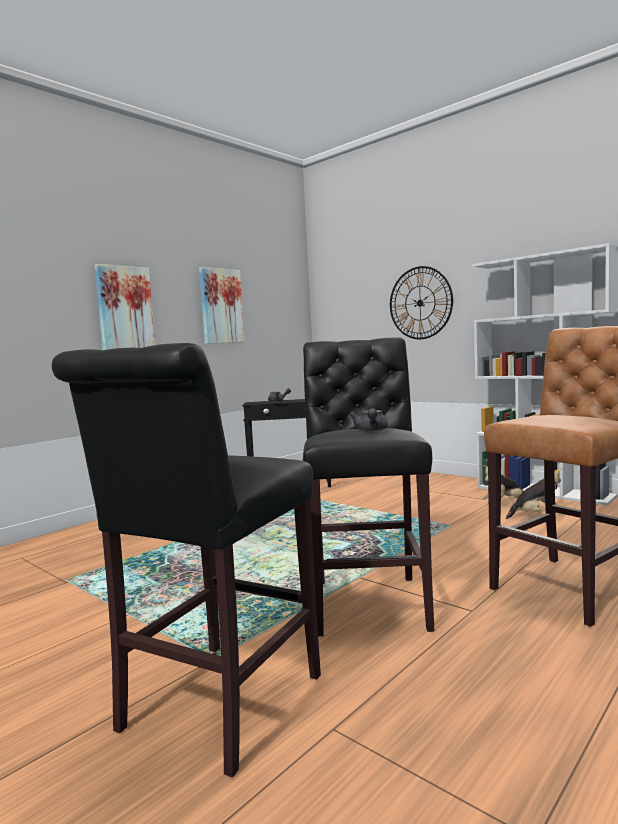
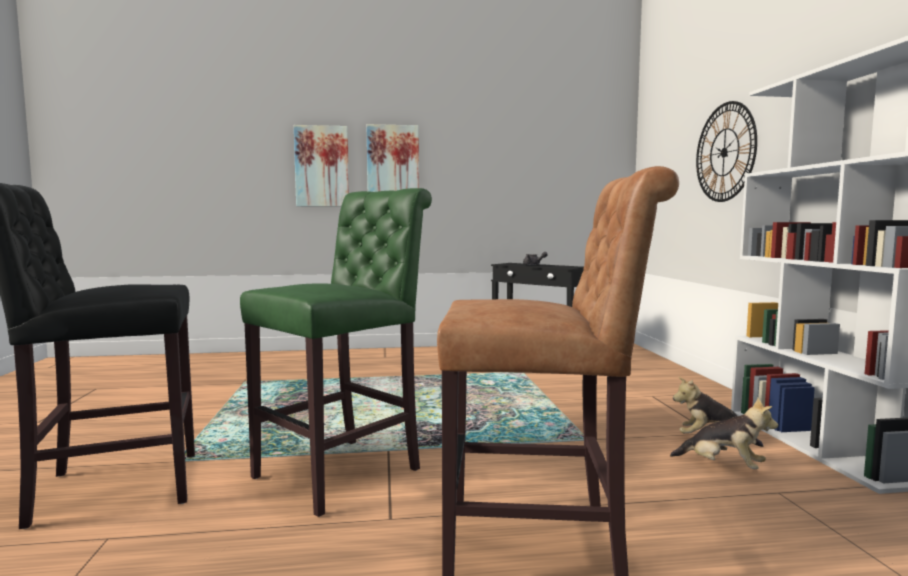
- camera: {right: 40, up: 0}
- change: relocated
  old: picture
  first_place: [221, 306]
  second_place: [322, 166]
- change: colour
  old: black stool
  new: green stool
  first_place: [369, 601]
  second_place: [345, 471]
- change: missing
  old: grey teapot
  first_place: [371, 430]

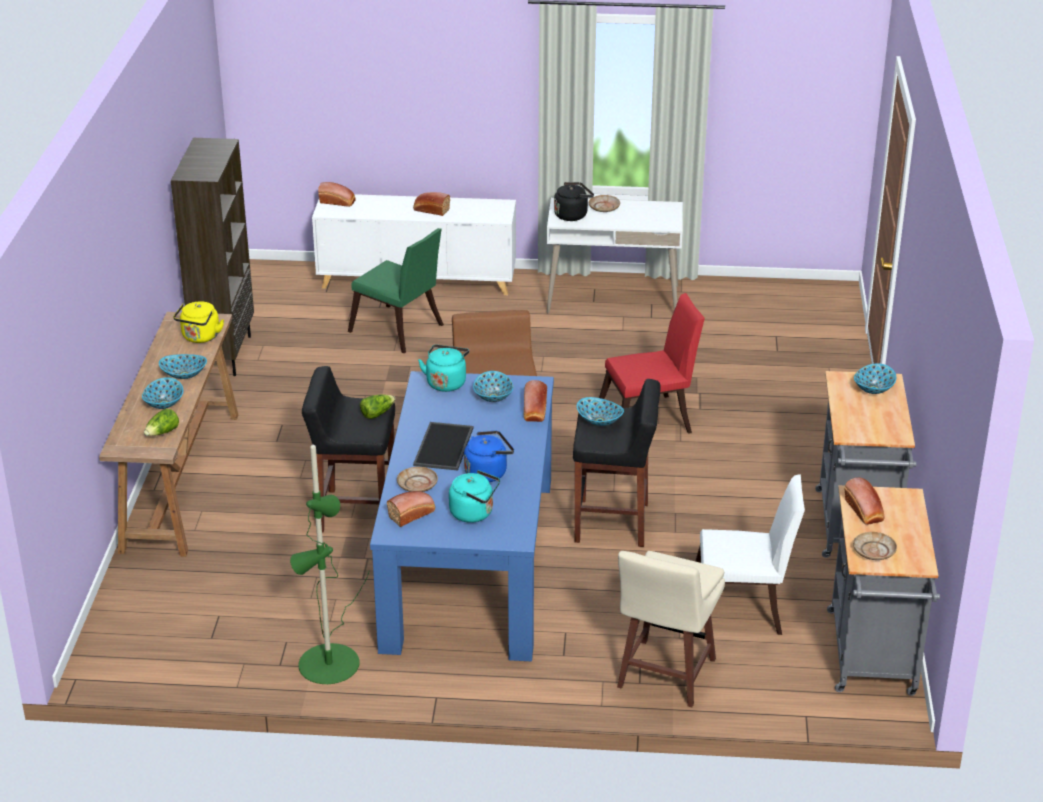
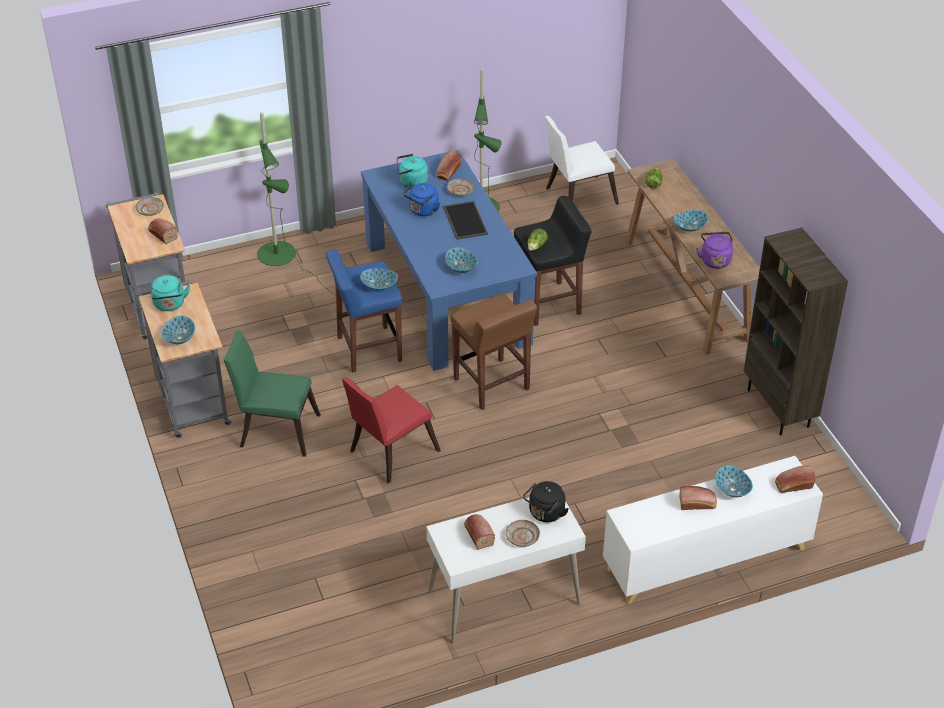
- camera: {right: 155, up: 10}
- change: relocated
  old: green chair
  first_place: [400, 331]
  second_place: [275, 429]
- change: colour
  old: yellow kettle
  new: purple kettle
  first_place: [200, 338]
  second_place: [714, 260]
- change: relocated
  old: turquoise kettle
  first_place: [446, 382]
  second_place: [170, 305]
- change: relocated
  old: bowl
  first_place: [163, 403]
  second_place: [732, 489]
- change: colour
  old: black stool
  new: blue stool
  first_place: [613, 523]
  second_place: [368, 349]
- change: relocated
  old: bread
  first_place: [535, 411]
  second_place: [478, 534]
- change: relocated
  old: white chair
  first_place: [742, 609]
  second_place: [577, 196]
- change: exchanged
  old: beige stool
  new: green floor lamp
  first_place: [664, 675]
  second_place: [283, 258]

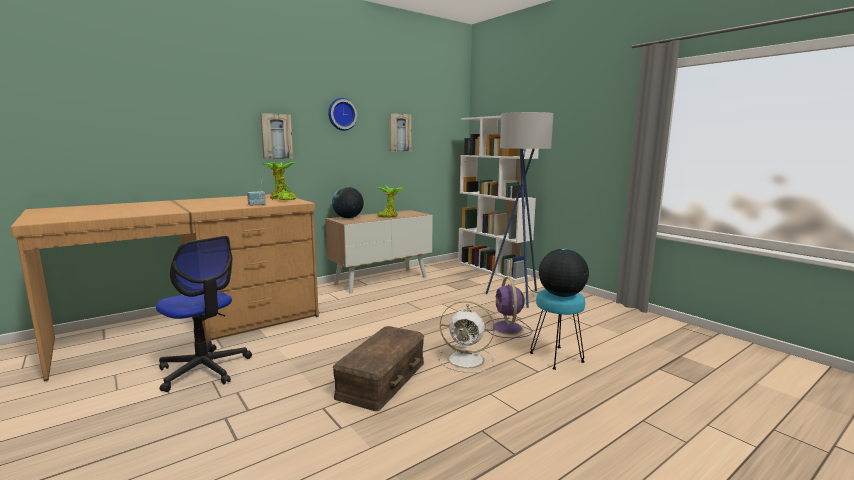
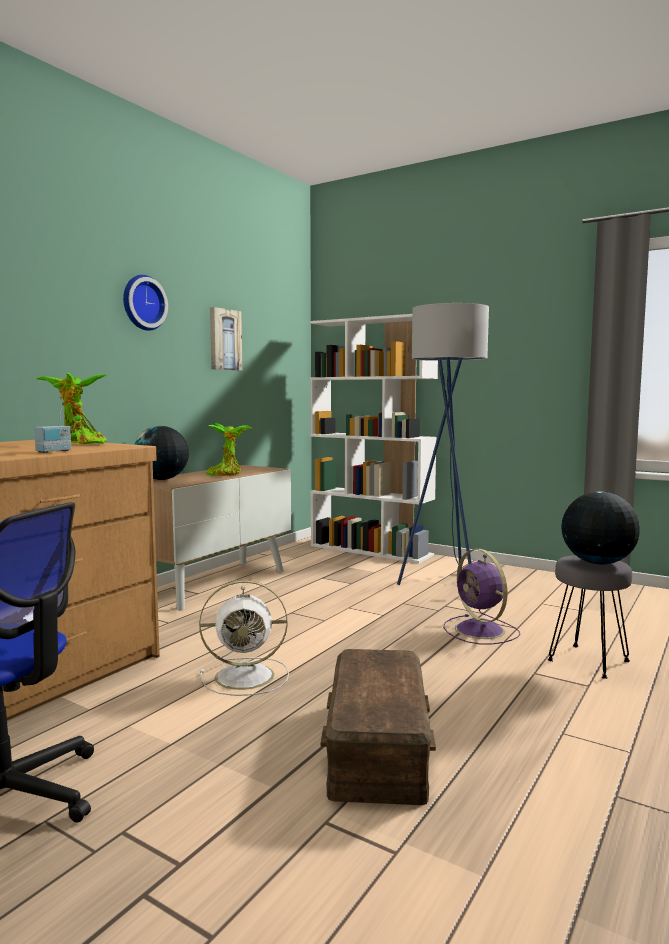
- camera: {right: -20, up: -5}
- change: missing
  old: picture
  first_place: [276, 136]
- change: colour
  old: turquoise stool
  new: grey stool
  first_place: [555, 357]
  second_place: [588, 661]
- change: relocated
  old: white fan
  first_place: [467, 360]
  second_place: [247, 676]

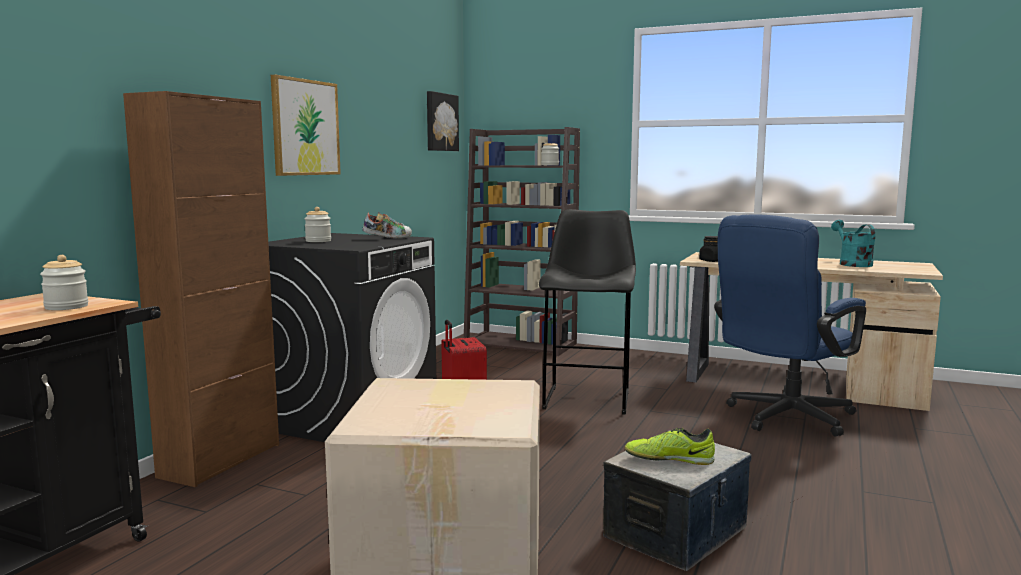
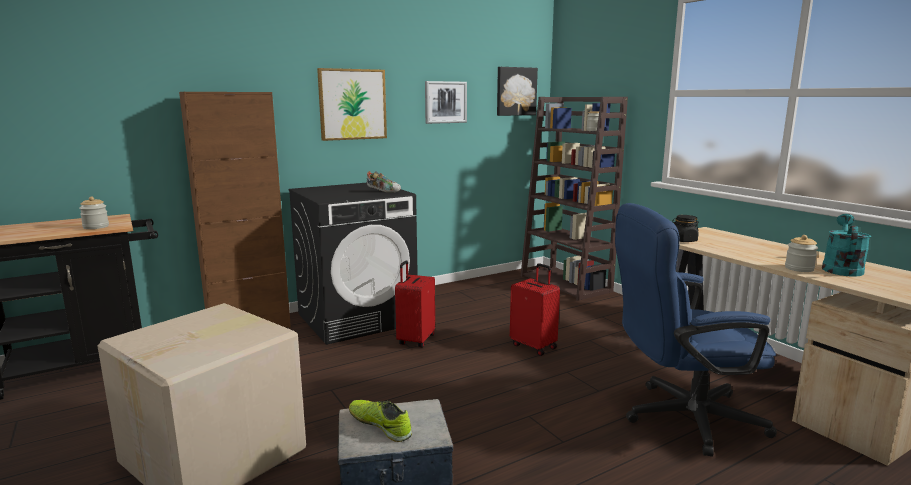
- camera: {right: 35, up: 5}
- change: relocated
  old: jar
  first_place: [318, 241]
  second_place: [799, 268]
- change: exchanged
  old: black stool
  new: red suitcase
  first_place: [587, 399]
  second_place: [534, 346]
- change: appeared
  new: picture
  second_place: [445, 102]

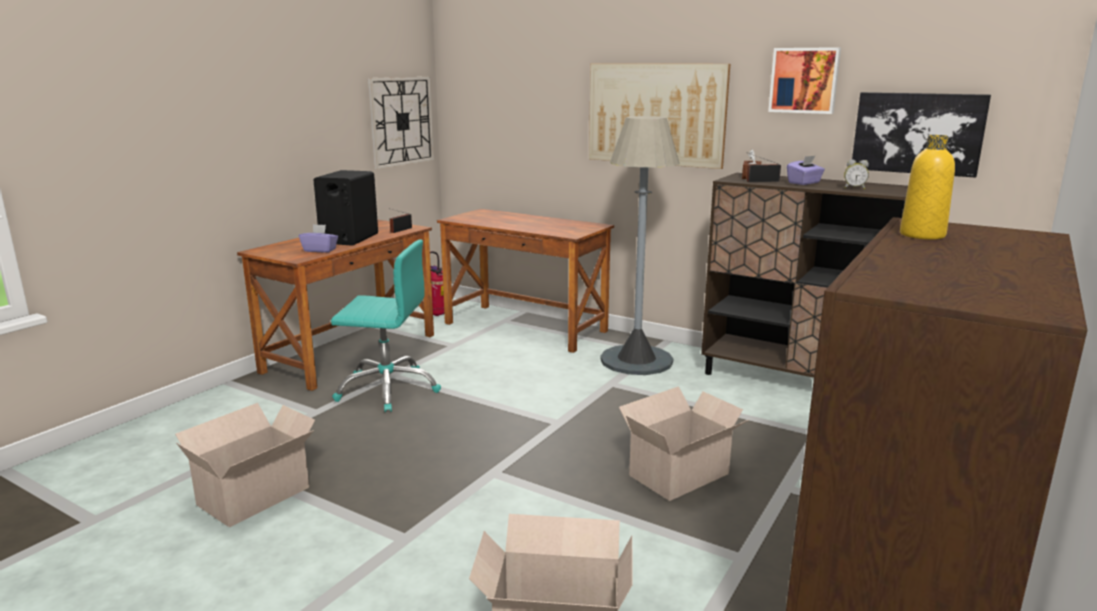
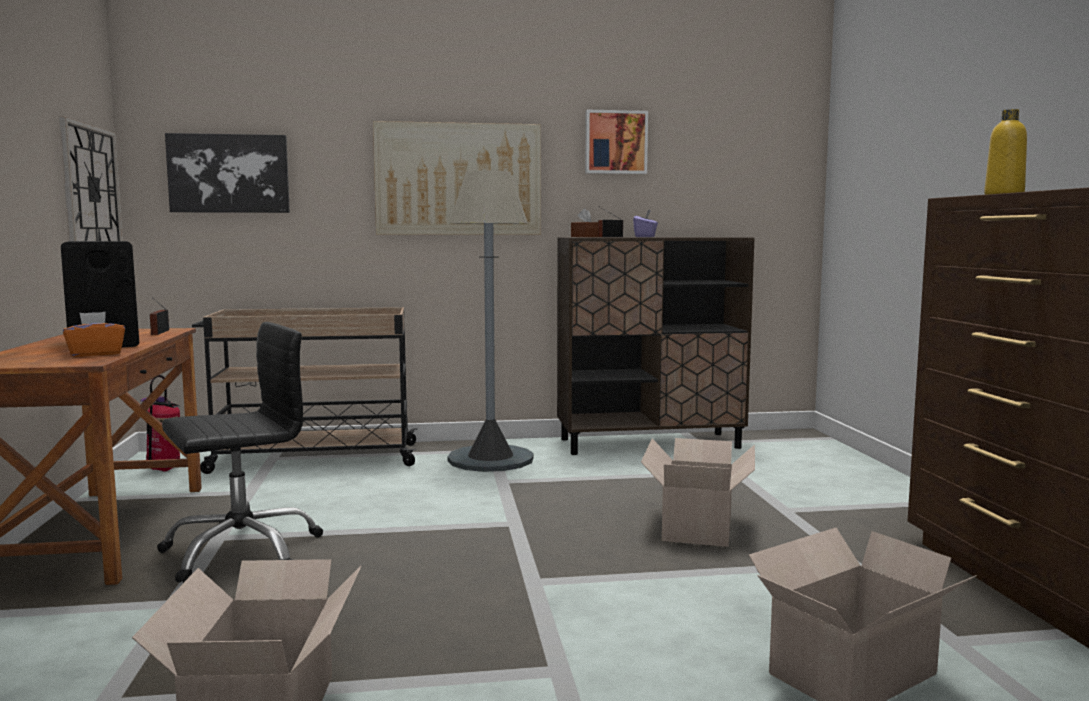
- camera: {right: -40, up: -10}
- change: relocated
  old: picture
  first_place: [917, 133]
  second_place: [229, 173]
- change: missing
  old: alarm clock
  first_place: [854, 188]
- change: exchanged
  old: brown desk
  new: beige cart
  first_place: [525, 327]
  second_place: [312, 458]
- change: colour
  old: purple tissue box
  new: orange tissue box
  first_place: [320, 250]
  second_place: [95, 354]
- change: colour
  old: turquoise office chair
  new: black office chair
  first_place: [388, 389]
  second_place: [241, 551]

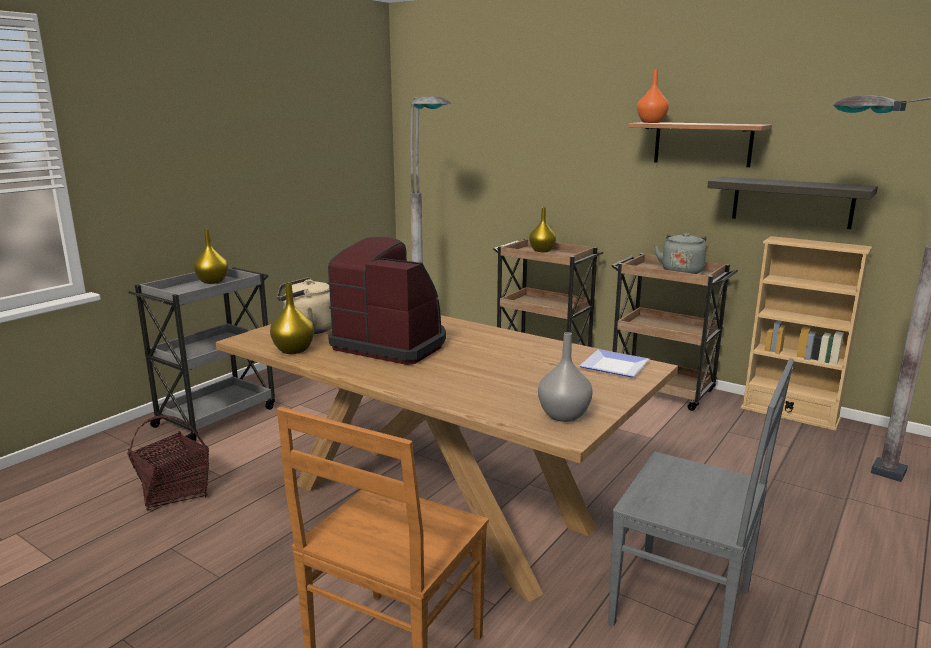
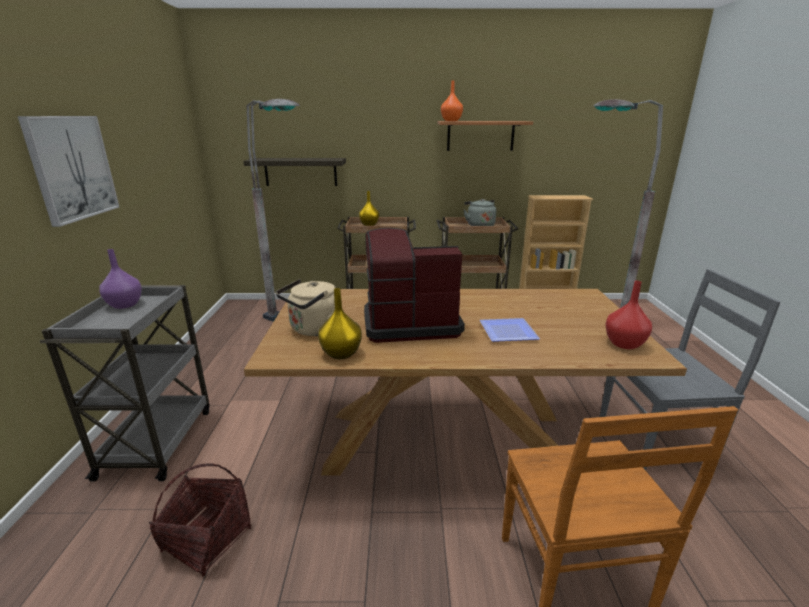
- camera: {right: -35, up: 5}
- change: relocated
  old: shelf
  first_place: [792, 202]
  second_place: [300, 172]
- change: colour
  old: yellow vase
  new: purple vase
  first_place: [212, 282]
  second_place: [124, 305]
- change: colour
  old: grey vase
  new: red vase
  first_place: [564, 415]
  second_place: [624, 343]
- change: relocated
  old: plate
  first_place: [615, 367]
  second_place: [510, 333]
- change: appeared
  new: picture
  second_place: [72, 168]

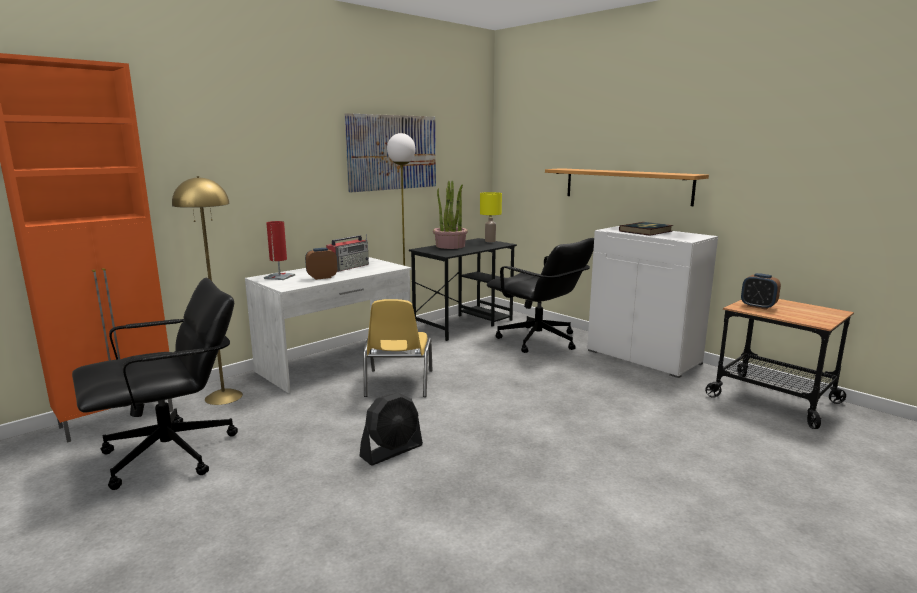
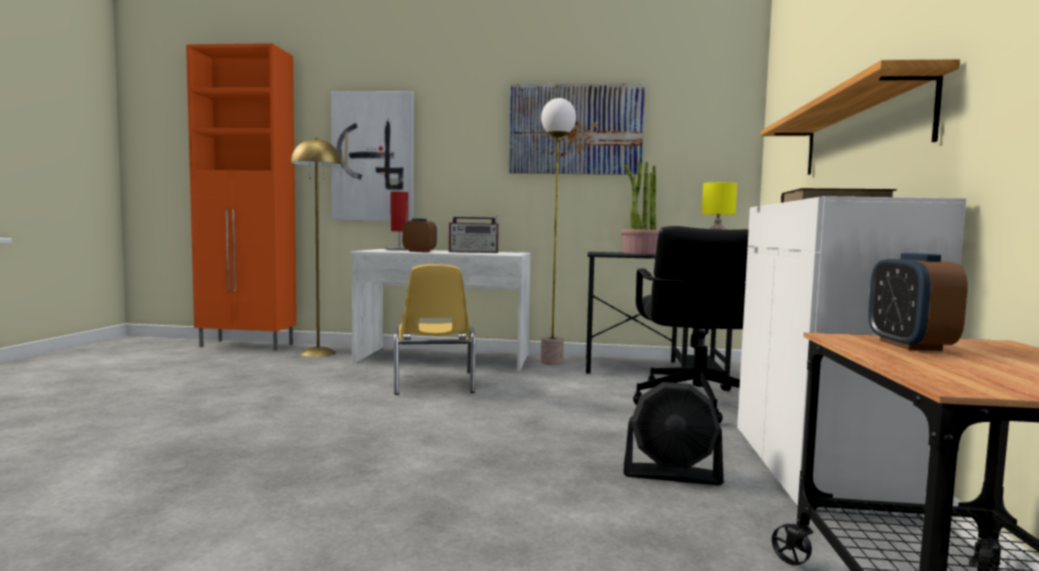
- camera: {right: 50, up: -10}
- change: missing
  old: black office chair
  first_place: [171, 454]
- change: spun
  old: yellow chair
  first_place: [398, 384]
  second_place: [433, 383]
  degrees: -60
- change: relocated
  old: black fan
  first_place: [392, 451]
  second_place: [672, 475]
- change: appeared
  new: picture
  second_place: [373, 157]

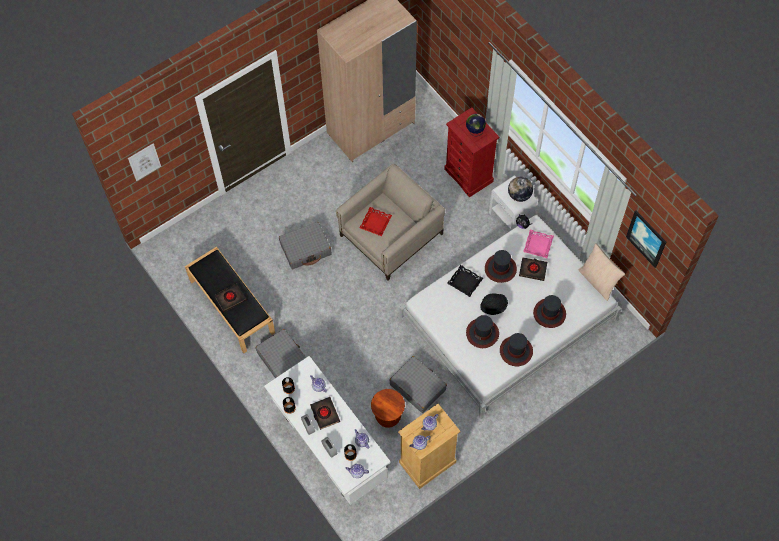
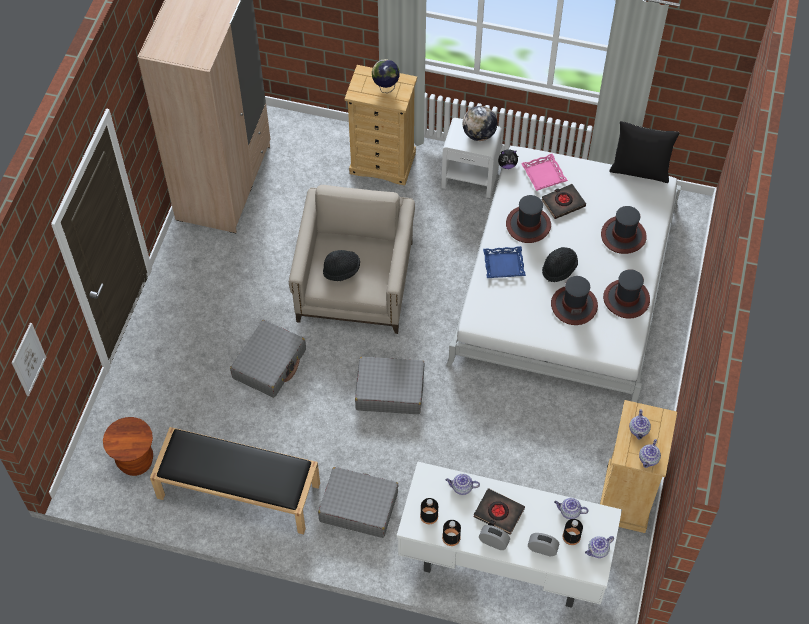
- camera: {right: -40, up: -5}
- change: colour
  old: red dresser
  new: beige dresser
  first_place: [469, 175]
  second_place: [383, 163]
- change: exchanged
  old: red tray
  new: black hat
  first_place: [375, 223]
  second_place: [341, 270]
- change: missing
  old: picture
  first_place: [646, 238]
- change: colour
  old: beige pillow
  new: black pillow
  first_place: [598, 281]
  second_place: [640, 169]
- change: colour
  old: black tray
  new: blue tray
  first_place: [465, 282]
  second_place: [504, 264]
- change: missing
  old: black book
  first_place: [230, 298]
- change: relocated
  old: grey suitcase
  first_place: [417, 387]
  second_place: [389, 391]
- change: relocated
  old: brown stool
  first_place: [388, 417]
  second_place: [135, 461]

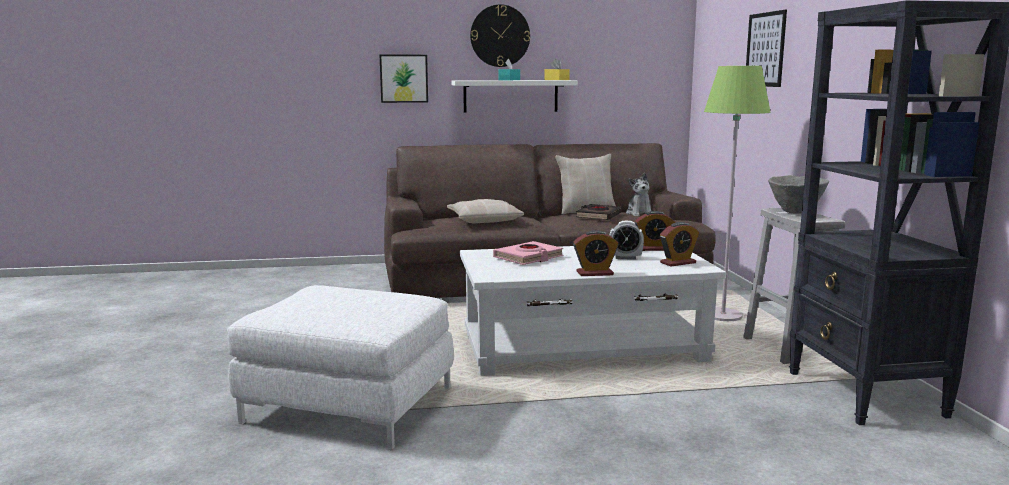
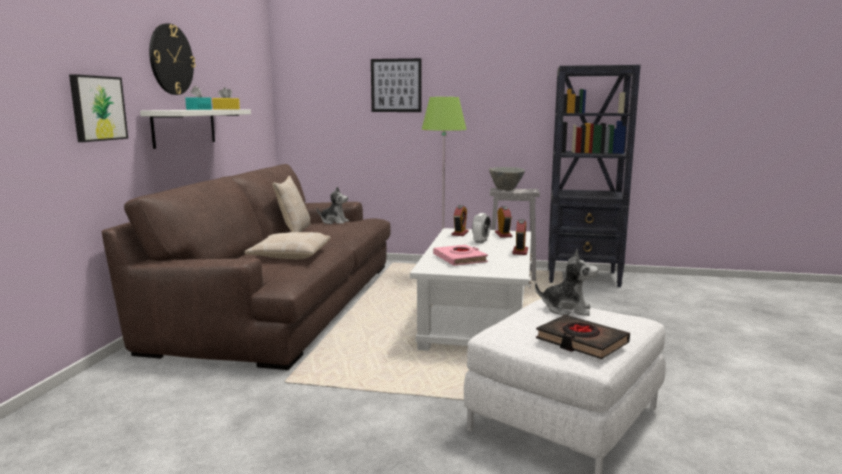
- camera: {right: -70, up: 0}
- change: relocated
  old: black book
  first_place: [598, 216]
  second_place: [581, 342]
- change: appeared
  new: plush toy
  second_place: [566, 309]

